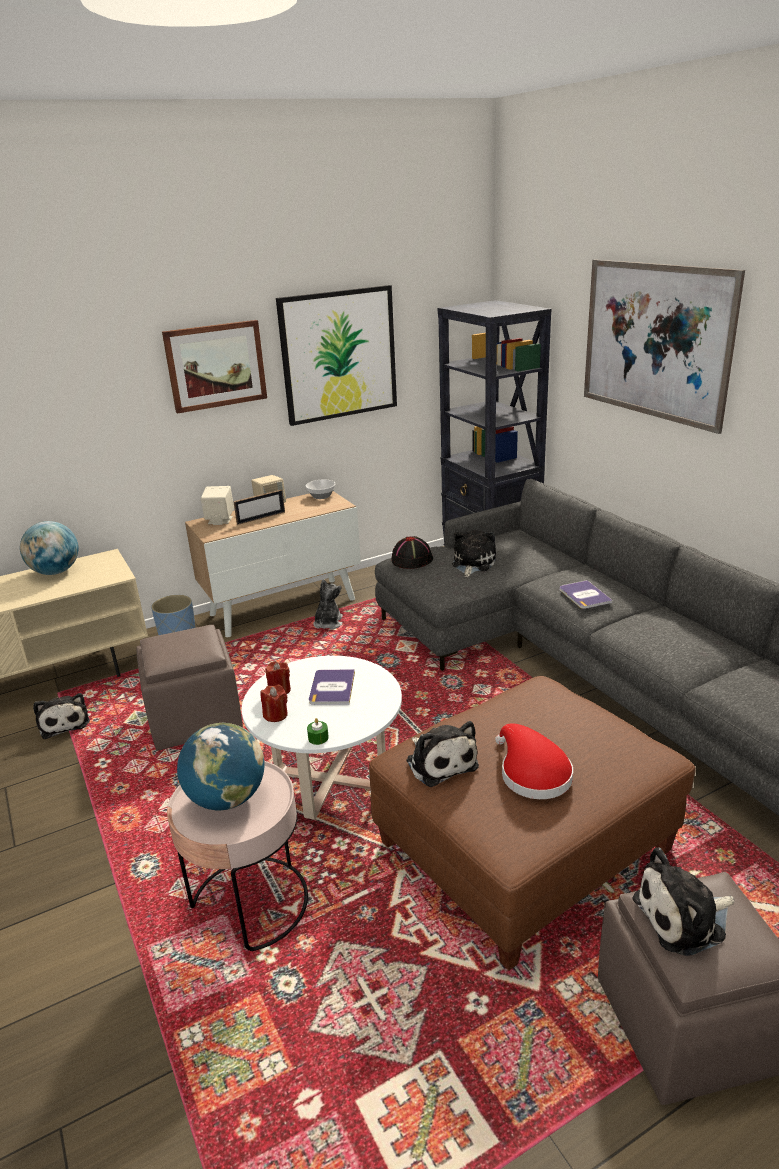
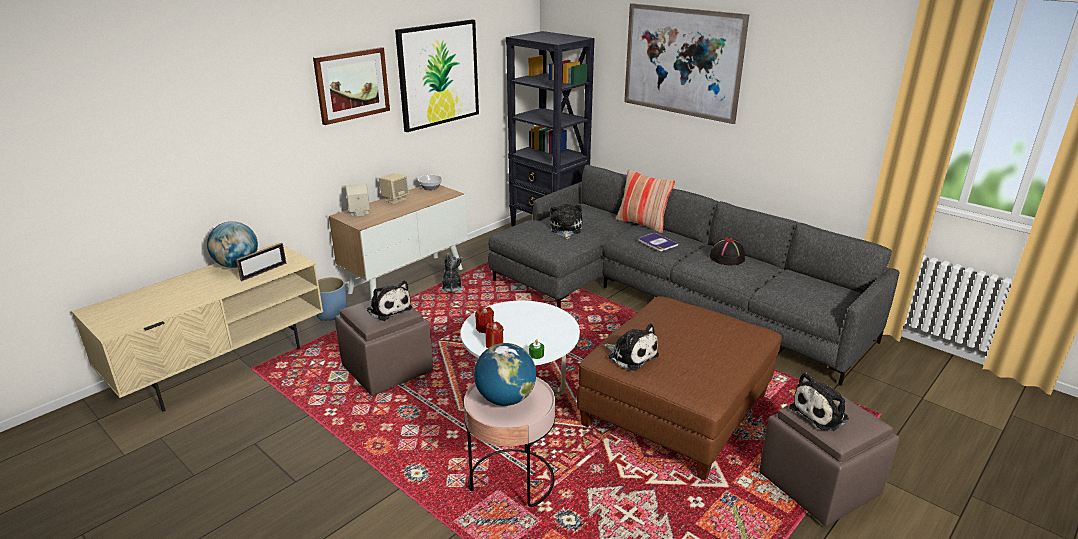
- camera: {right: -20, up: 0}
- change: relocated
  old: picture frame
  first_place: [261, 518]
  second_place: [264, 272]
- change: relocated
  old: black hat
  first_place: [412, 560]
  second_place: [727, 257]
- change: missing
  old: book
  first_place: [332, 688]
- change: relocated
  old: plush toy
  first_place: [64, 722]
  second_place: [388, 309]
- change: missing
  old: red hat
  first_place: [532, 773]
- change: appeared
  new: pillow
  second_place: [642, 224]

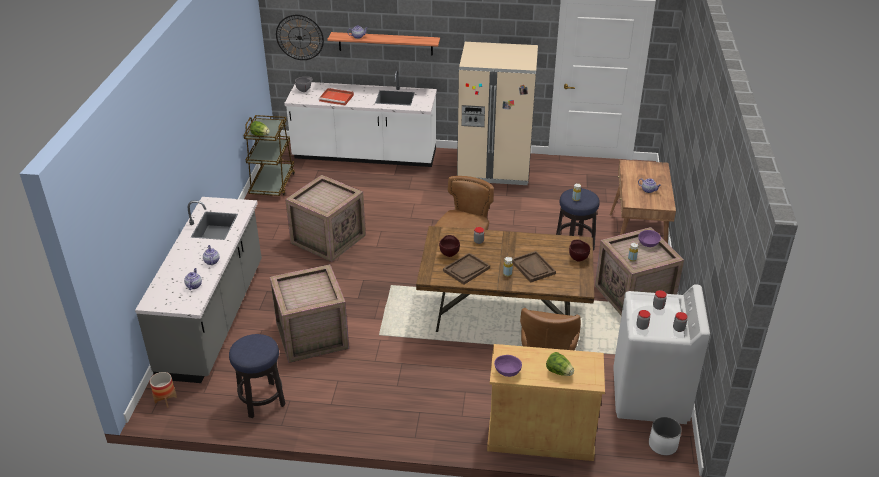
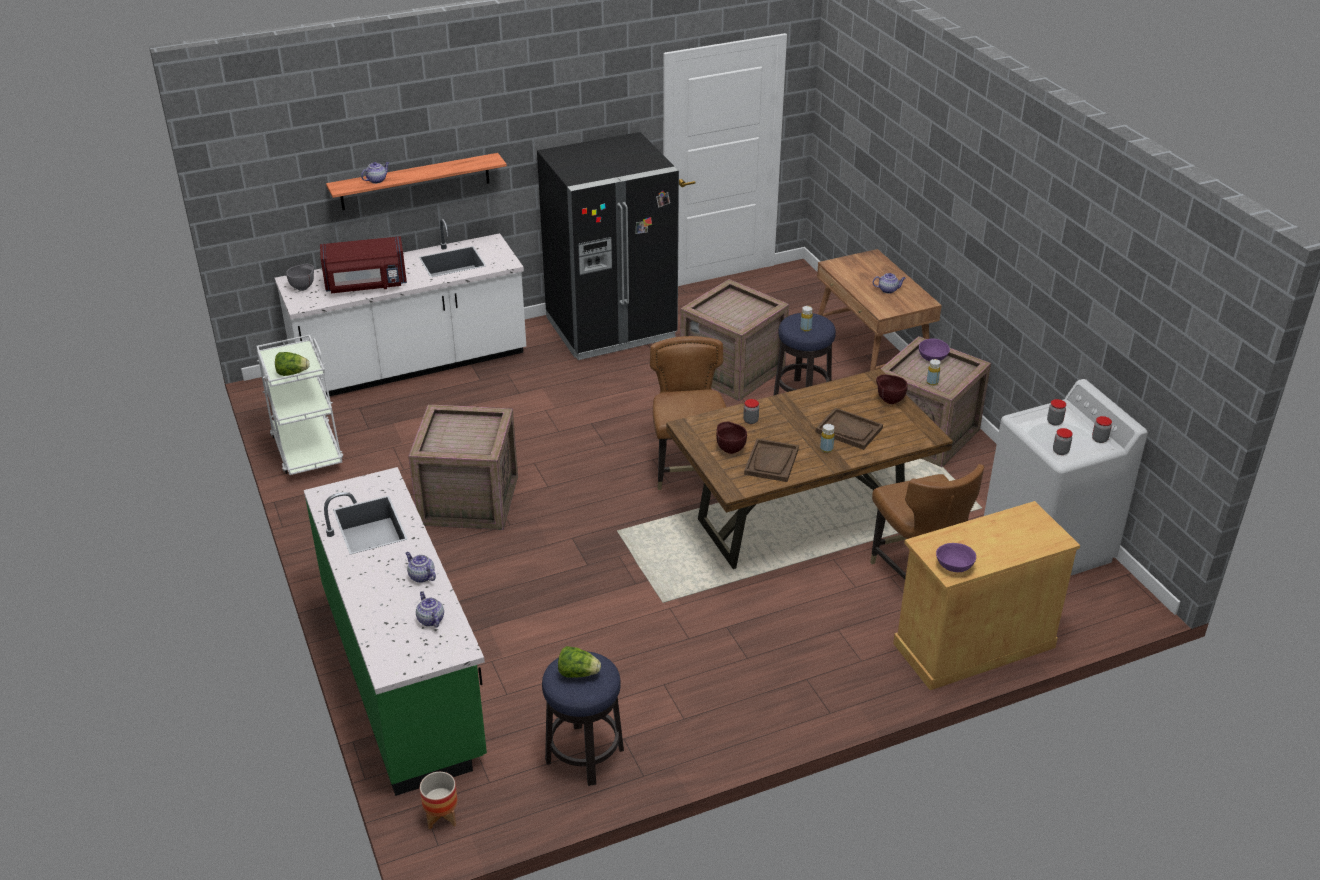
- camera: {right: -30, up: 0}
- change: missing
  old: wall clock
  first_place: [299, 37]
- change: colour
  old: beige fridge
  new: black fridge
  first_place: [494, 168]
  second_place: [611, 328]
- change: exchanged
  old: red tray
  new: red microwave
  first_place: [337, 98]
  second_place: [366, 285]
- change: colour
  old: brown cart
  new: white cart
  first_place: [272, 184]
  second_place: [307, 450]
- change: colour
  old: grey counter
  new: green counter
  first_place: [214, 318]
  second_place: [403, 673]
- change: relocated
  old: crate
  first_place: [310, 335]
  second_place: [730, 370]
- change: relocated
  old: lettuce
  first_place: [559, 372]
  second_place: [578, 673]
- change: missing
  old: white planter
  first_place: [663, 445]

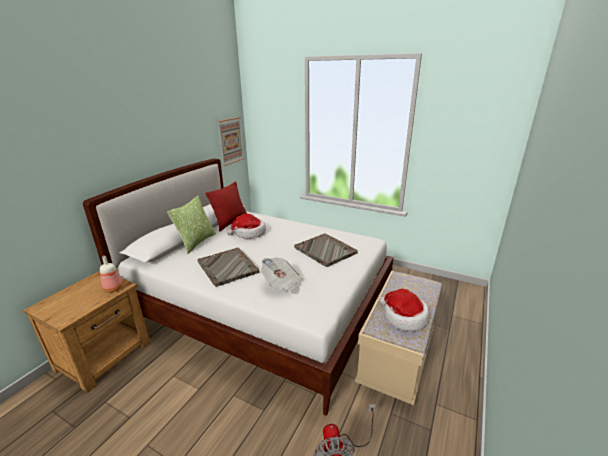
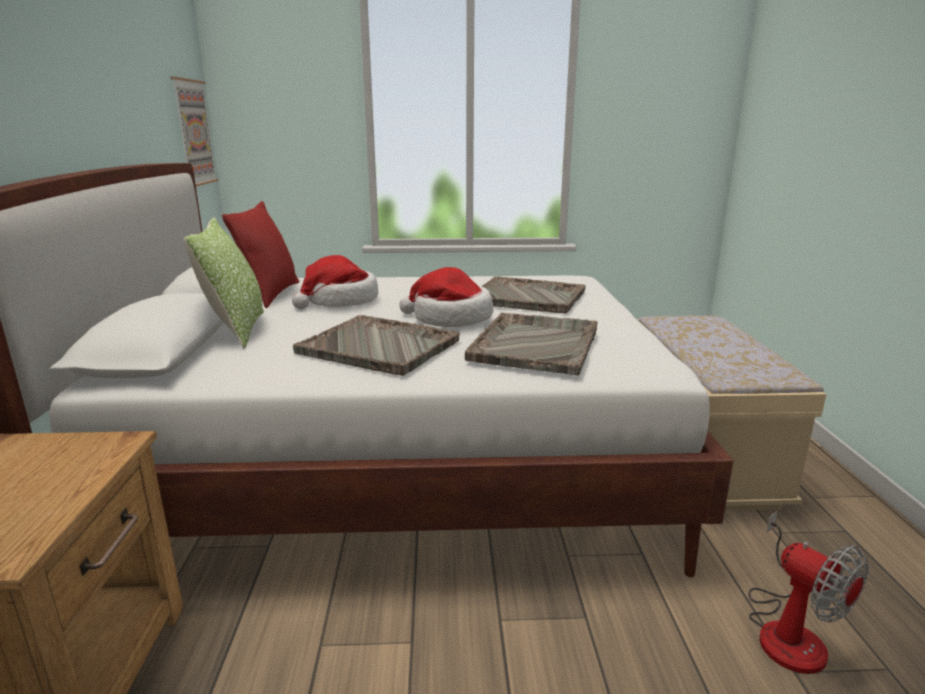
- camera: {right: -30, up: -5}
- change: missing
  old: bottle
  first_place: [114, 288]
- change: exchanged
  old: newspaper
  new: grey tray
  first_place: [282, 285]
  second_place: [535, 344]
- change: relocated
  old: hat
  first_place: [403, 317]
  second_place: [450, 318]

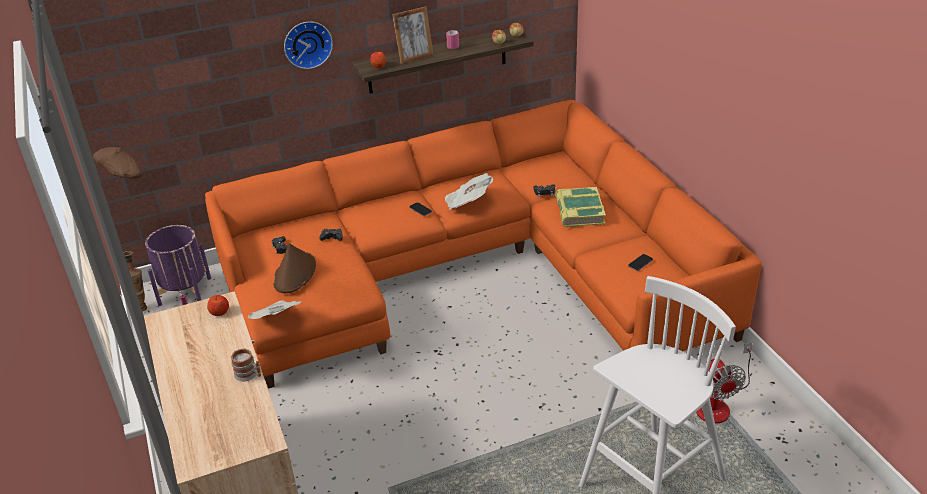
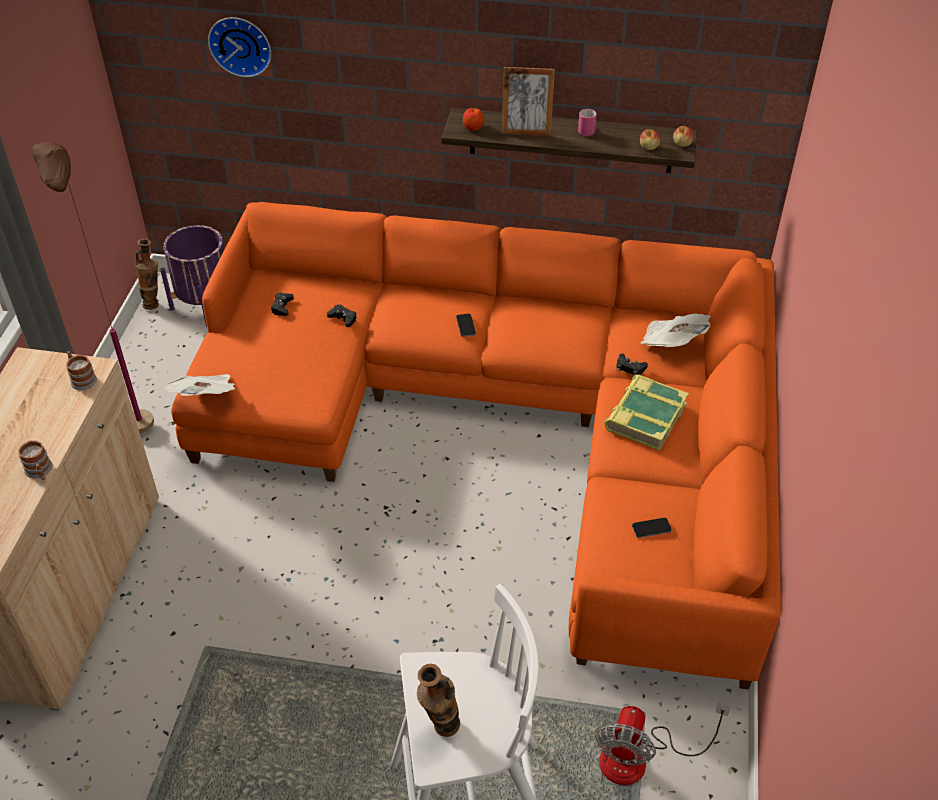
- camera: {right: 30, up: 10}
- change: relocated
  old: wall clock
  first_place: [307, 43]
  second_place: [241, 45]
- change: relocated
  old: newspaper
  first_place: [468, 202]
  second_place: [672, 342]
- change: missing
  old: brown hat
  first_place: [295, 273]
- change: exchanged
  old: apple
  new: mug
  first_place: [220, 312]
  second_place: [82, 379]
- change: appeared
  new: vase
  second_place: [440, 731]

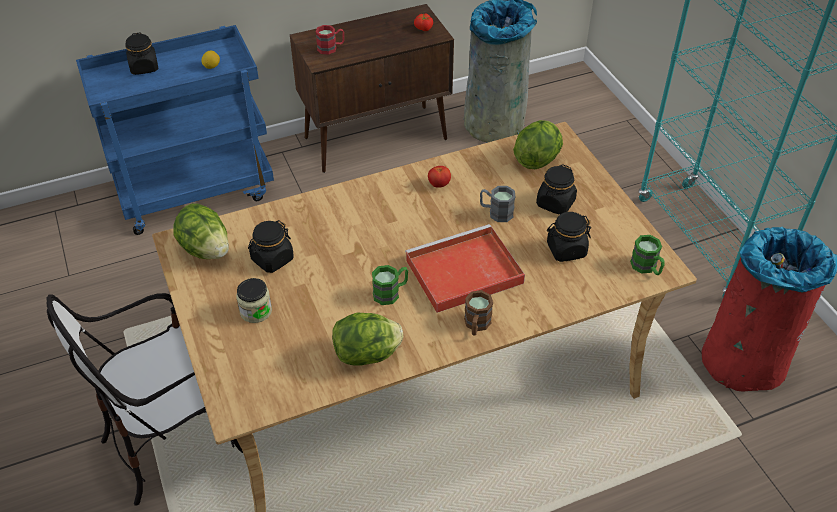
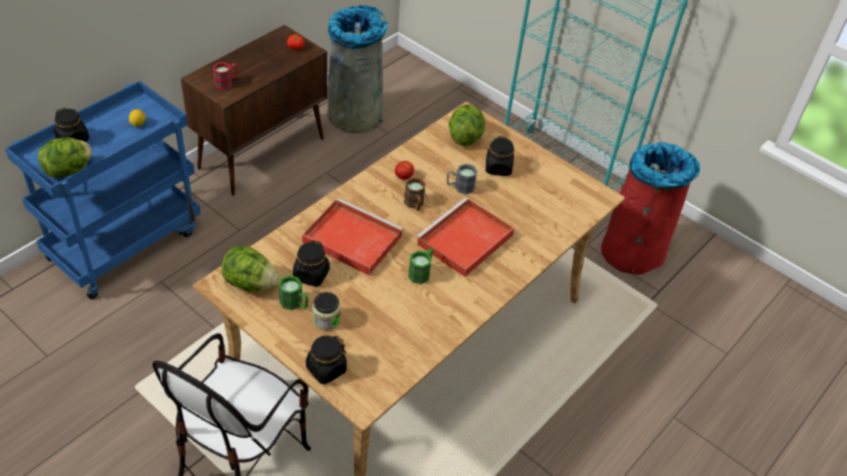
- camera: {right: -30, up: 0}
- change: relocated
  old: black jar
  first_place: [566, 250]
  second_place: [326, 369]
- change: relocated
  old: green mug
  first_place: [647, 268]
  second_place: [295, 303]
- change: relocated
  old: brown mug
  first_place: [476, 325]
  second_place: [415, 204]
- change: relocated
  old: lettuce
  first_place: [367, 354]
  second_place: [69, 170]
- change: appeared
  new: red tray
  second_place: [350, 239]

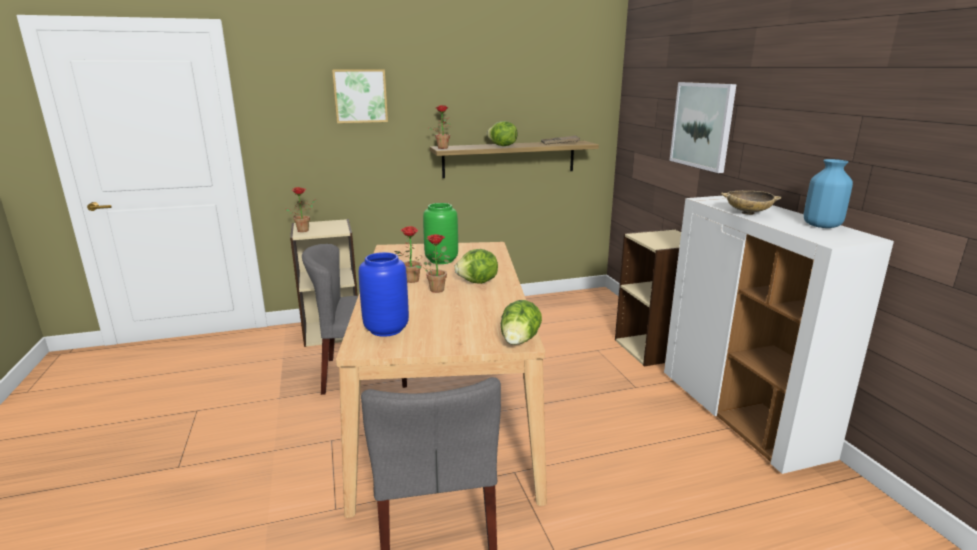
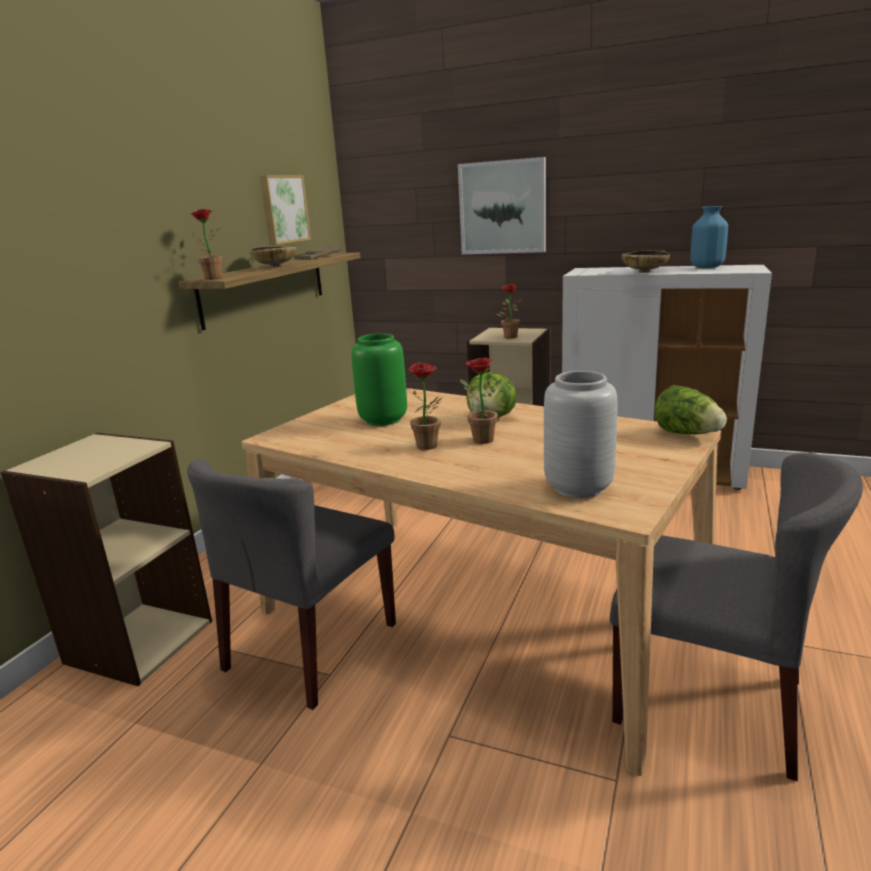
- camera: {right: -50, up: 0}
- change: relocated
  old: picture
  first_place: [360, 96]
  second_place: [283, 209]
- change: exchanged
  old: lettuce
  new: beige bowl
  first_place: [502, 146]
  second_place: [275, 266]
- change: relocated
  old: potted plant
  first_place: [305, 230]
  second_place: [509, 336]
- change: colour
  old: blue vase
  new: grey vase
  first_place: [387, 329]
  second_place: [579, 487]

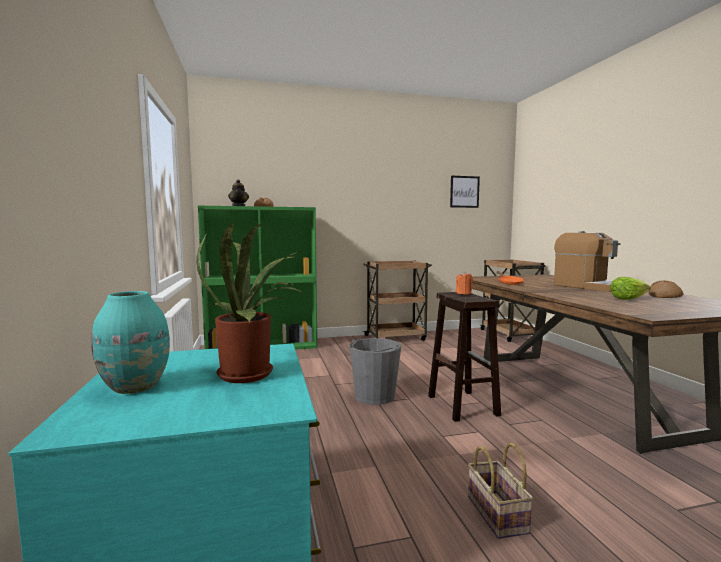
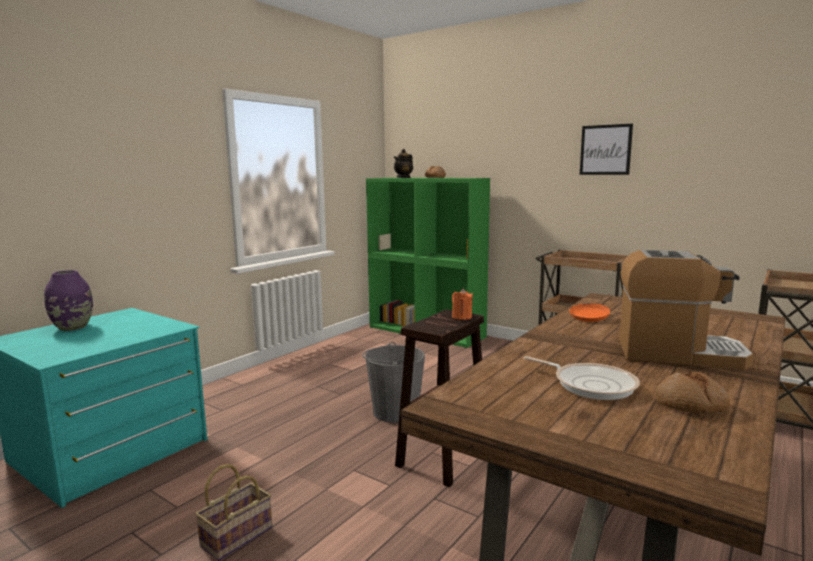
- camera: {right: 50, up: 5}
- change: relocated
  old: picture
  first_place: [464, 191]
  second_place: [605, 150]
- change: missing
  old: potted plant
  first_place: [252, 374]
- change: spun
  old: coffee machine
  first_place: [589, 287]
  second_place: [678, 354]
  degrees: -90
- change: exchanged
  old: lettuce
  new: frying pan
  first_place: [628, 299]
  second_place: [590, 384]
- change: colour
  old: turquoise vase
  new: purple vase
  first_place: [136, 386]
  second_place: [73, 327]

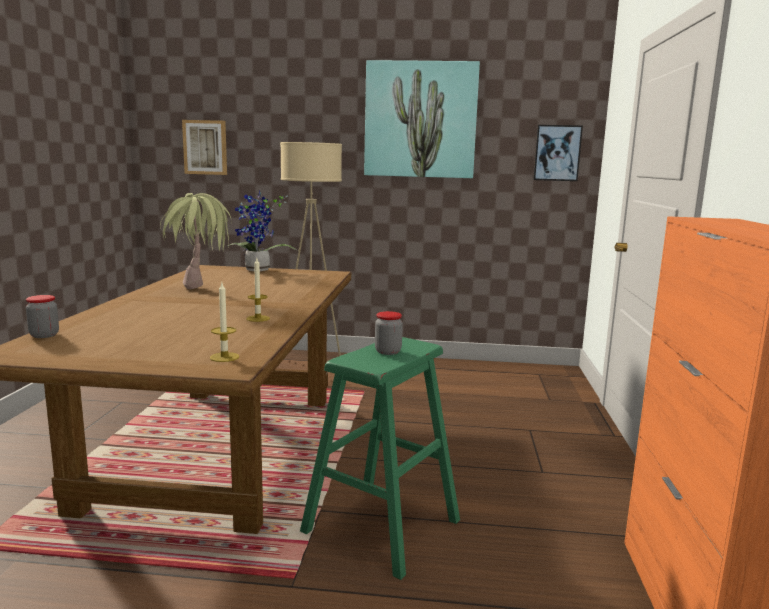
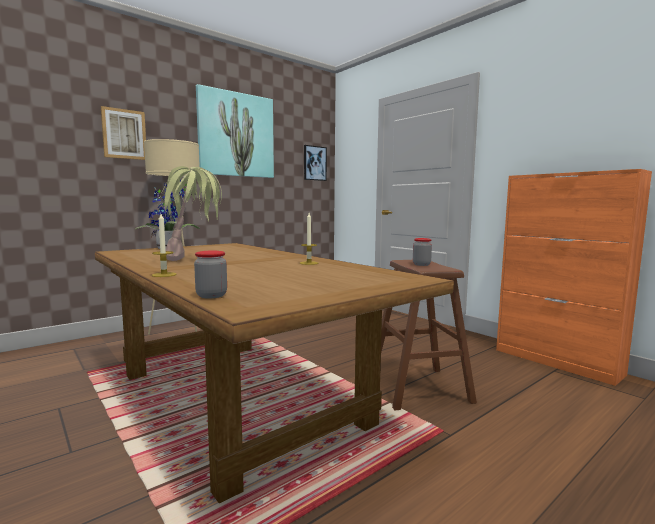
- camera: {right: -45, up: -5}
- change: relocated
  old: picture
  first_place: [205, 147]
  second_place: [124, 134]
- change: relocated
  old: candle
  first_place: [224, 357]
  second_place: [164, 275]
- change: colour
  old: green stool
  new: brown stool
  first_place: [381, 526]
  second_place: [418, 388]

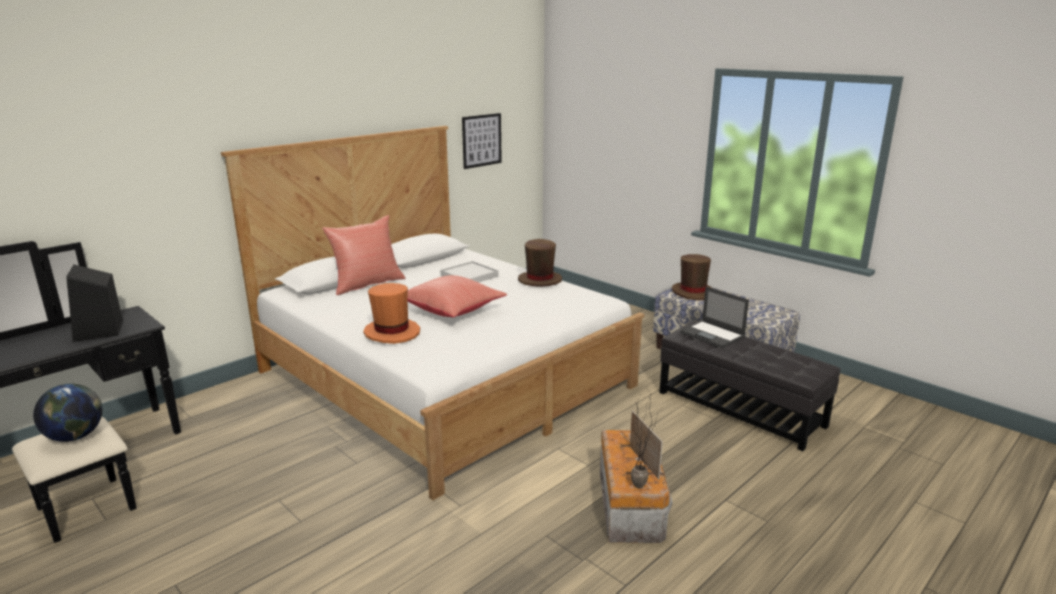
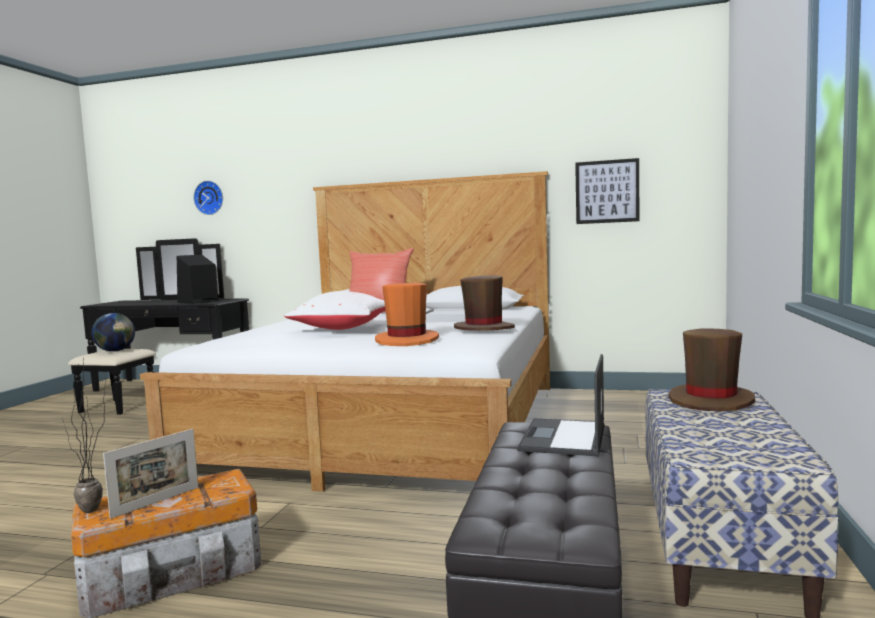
- camera: {right: 60, up: -15}
- change: colour
  old: red pillow
  new: white pillow
  first_place: [453, 311]
  second_place: [343, 328]
- change: relocated
  old: orange hat
  first_place: [392, 332]
  second_place: [407, 340]
- change: appeared
  new: wall clock
  second_place: [210, 198]

